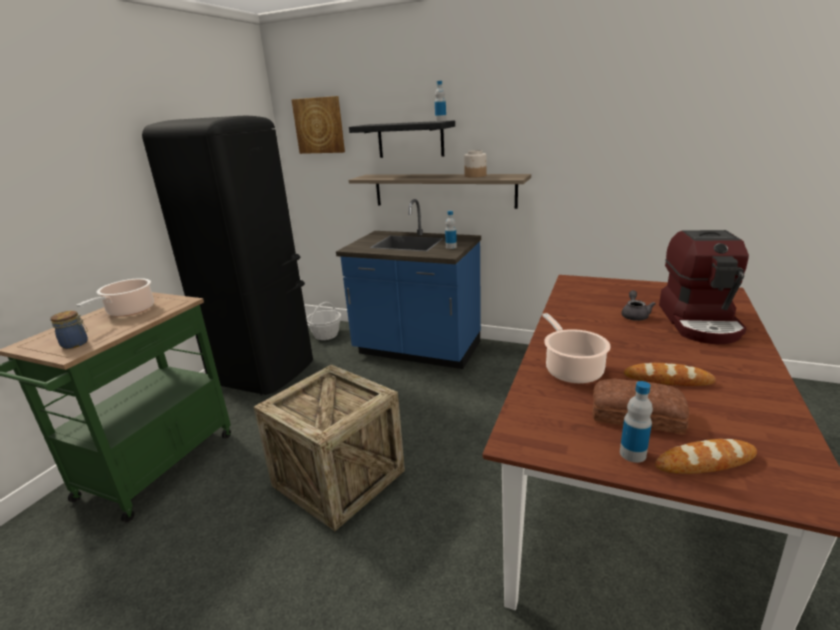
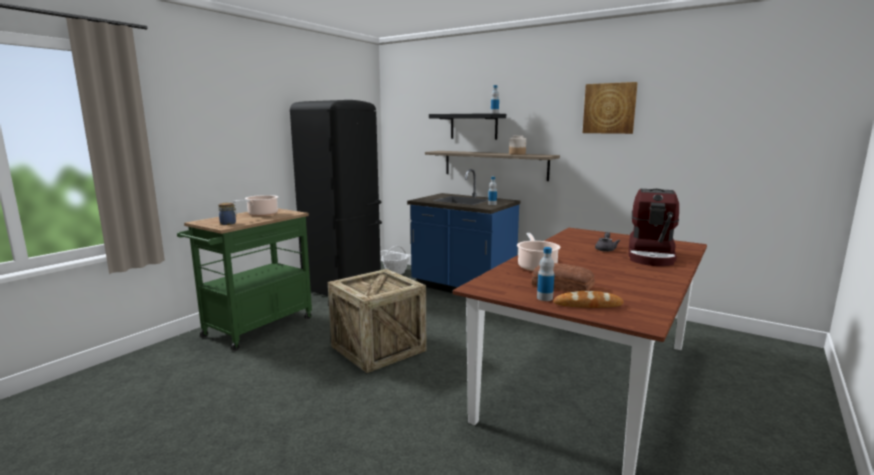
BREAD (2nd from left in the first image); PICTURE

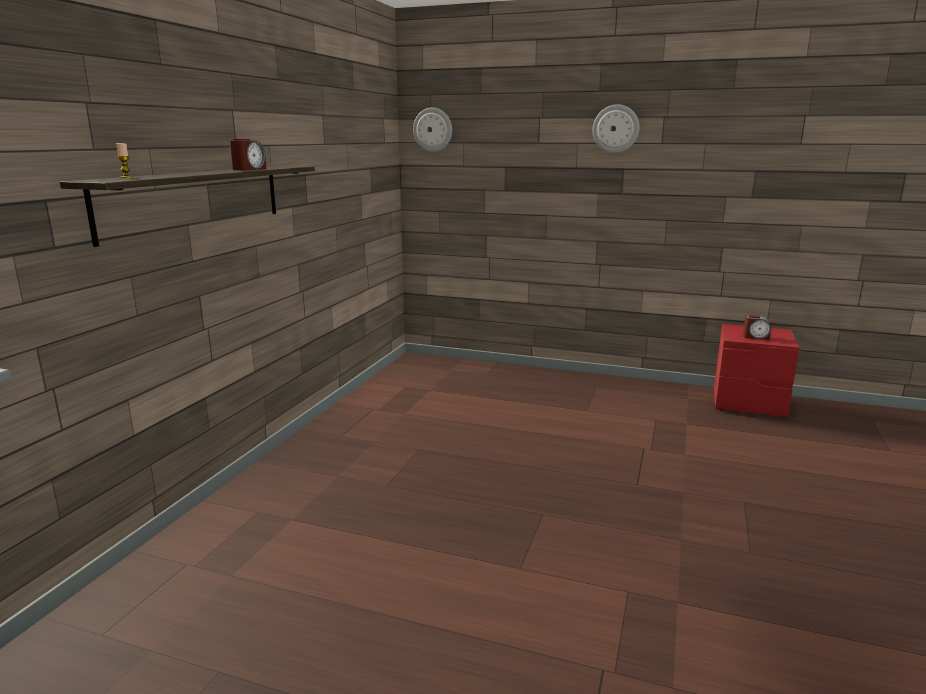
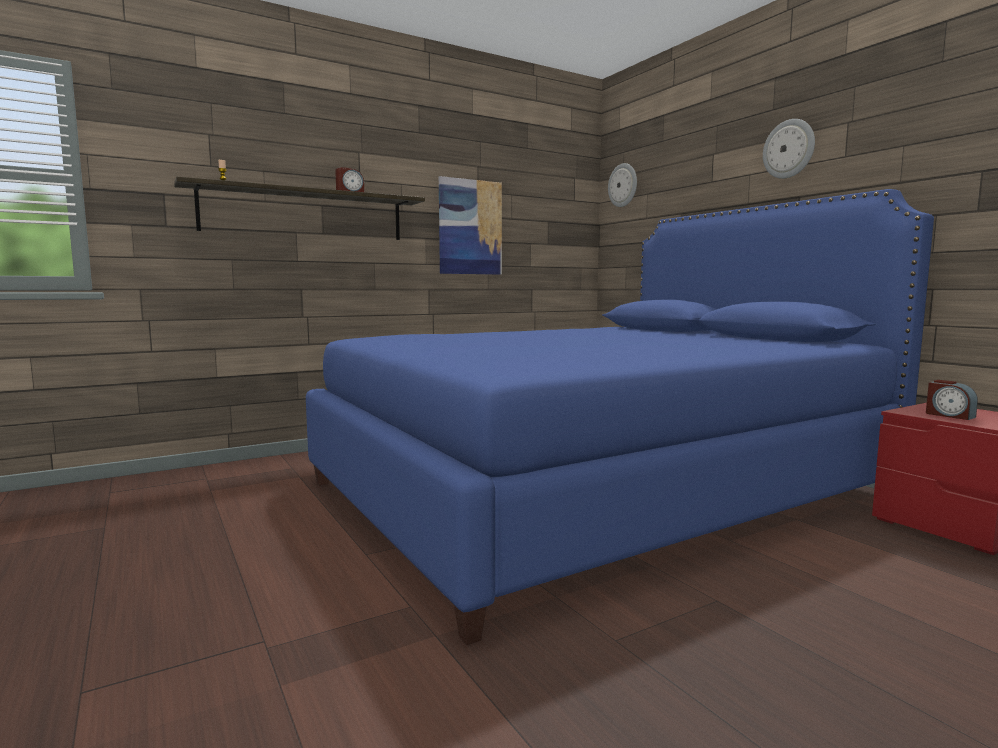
BLUE BED; PICTURE

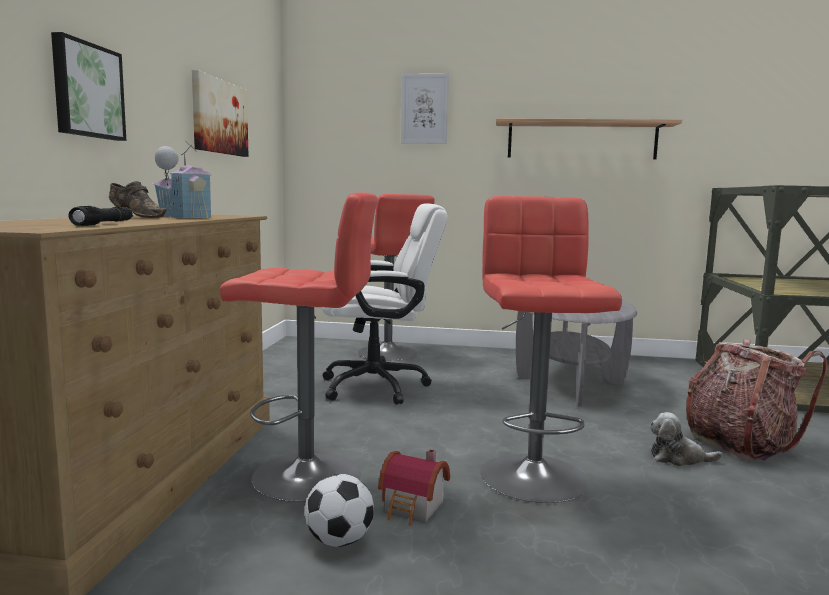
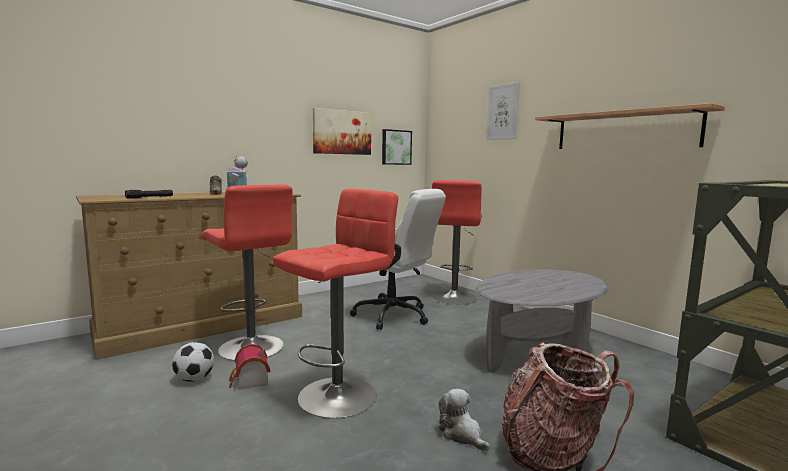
PICTURE (2nd from left)

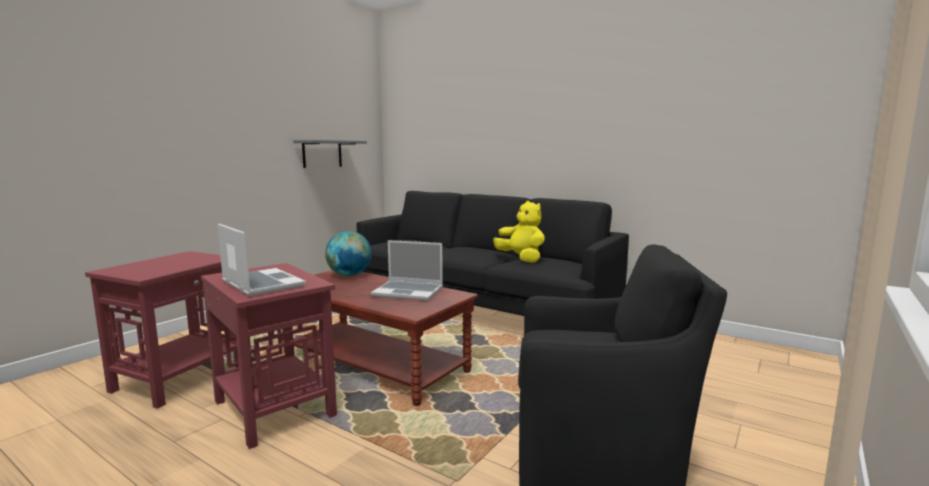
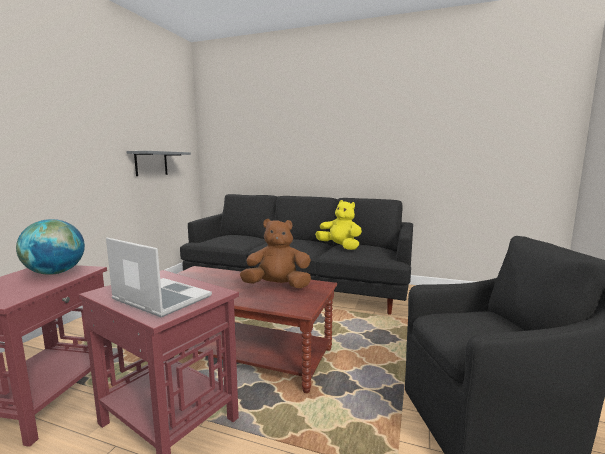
GLOBE; BROWN PLUSH TOY

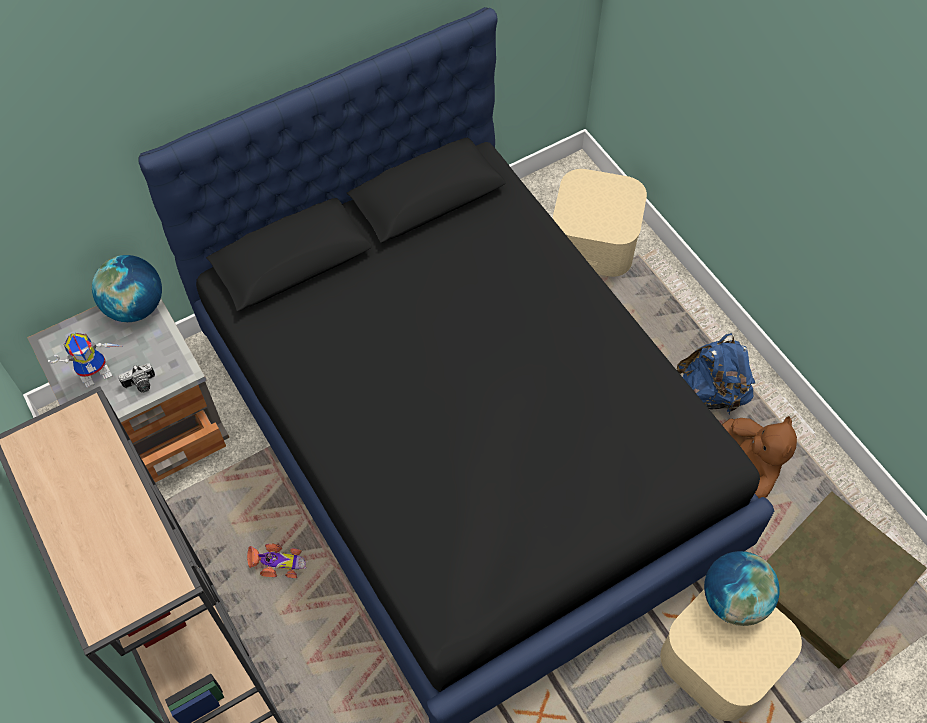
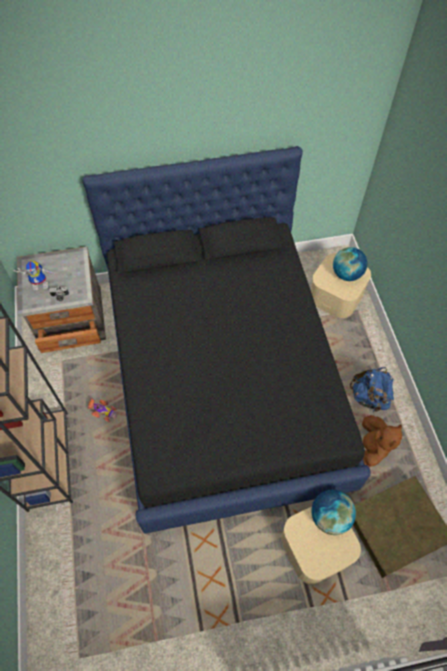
GLOBE (2nd from left)

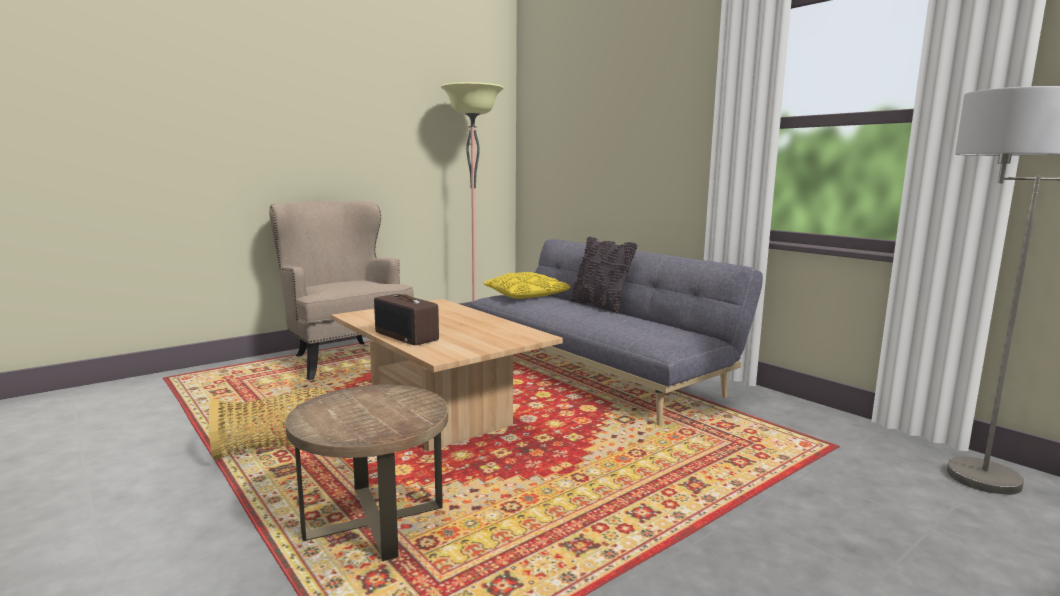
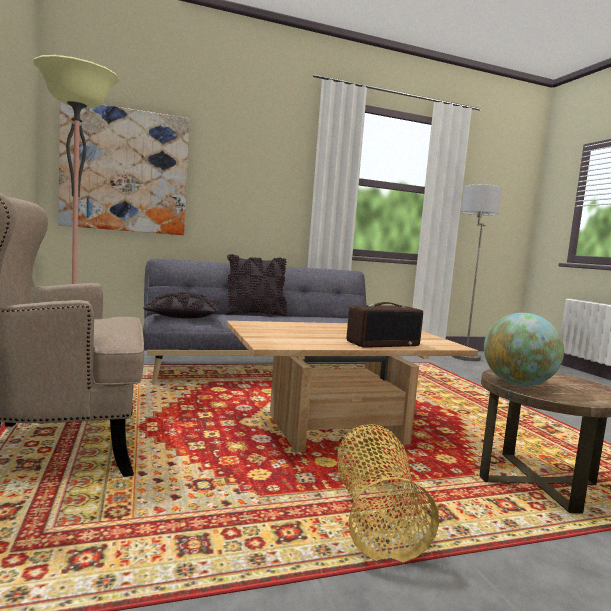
PICTURE; GLOBE; BLACK PILLOW (1st from left)

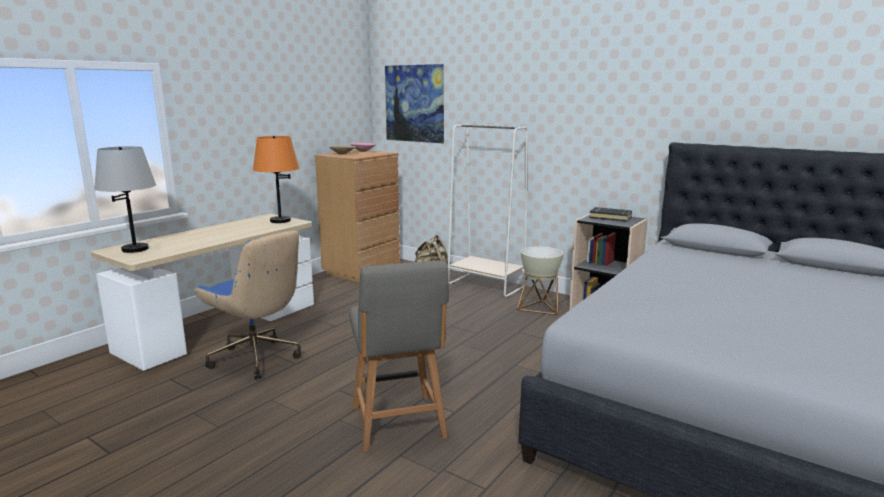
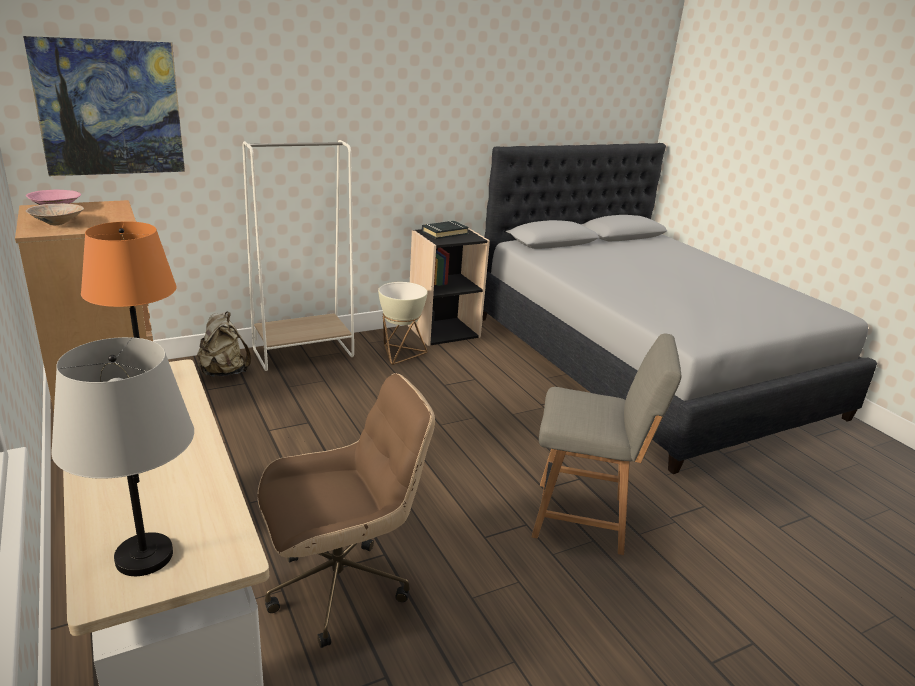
BROWN OFFICE CHAIR

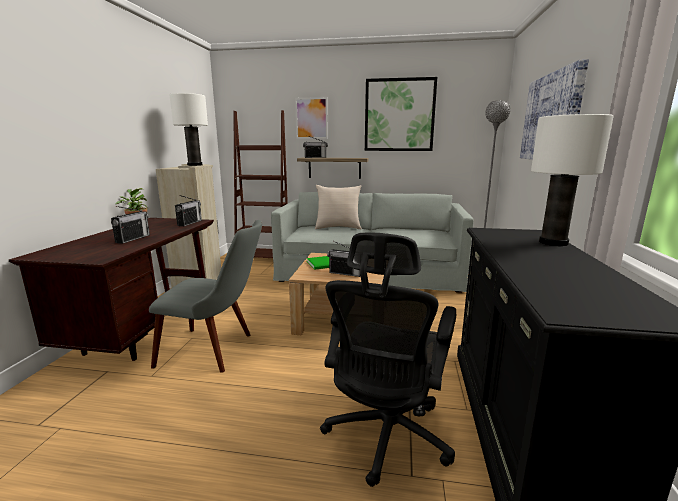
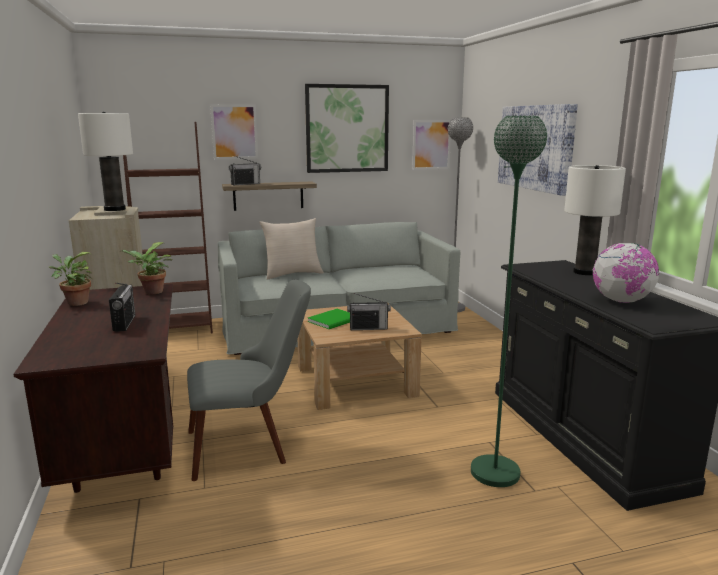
PICTURE (3rd from left); GLOBE; POTTED PLANT (2nd from left); GREEN FLOOR LAMP

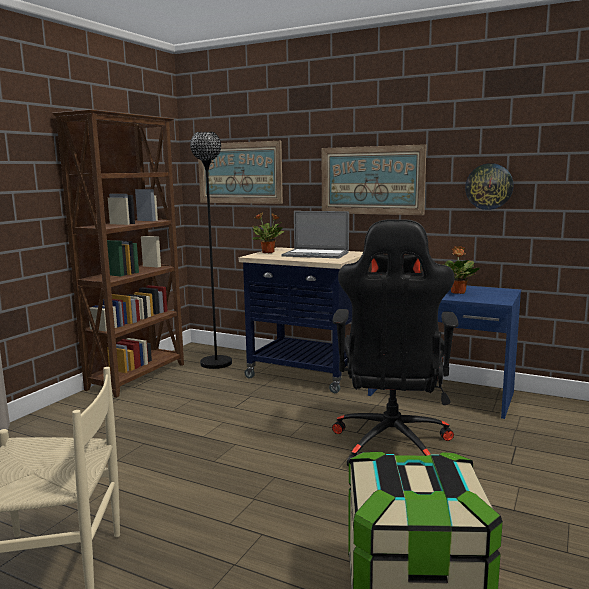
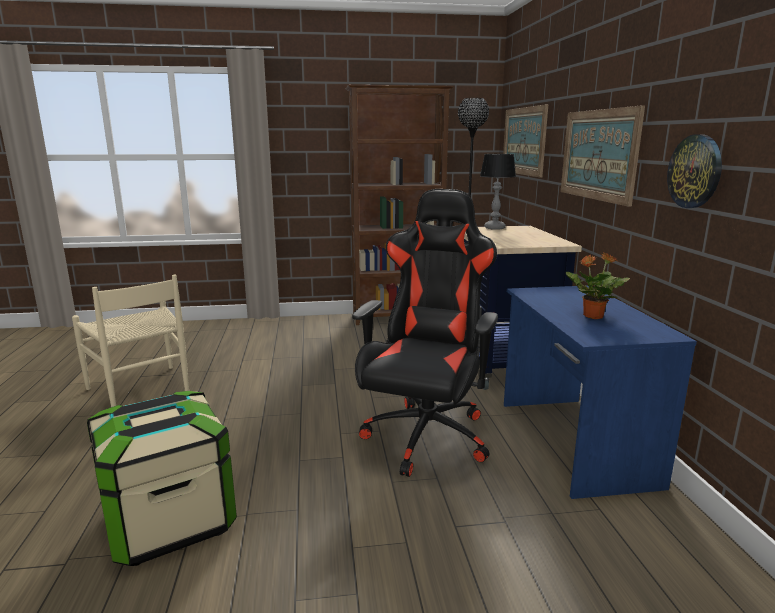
LAPTOP; TABLE LAMP; BLACK OFFICE CHAIR

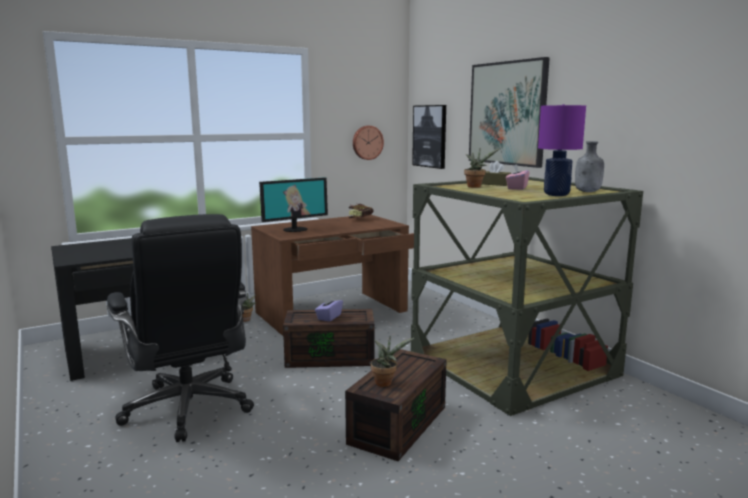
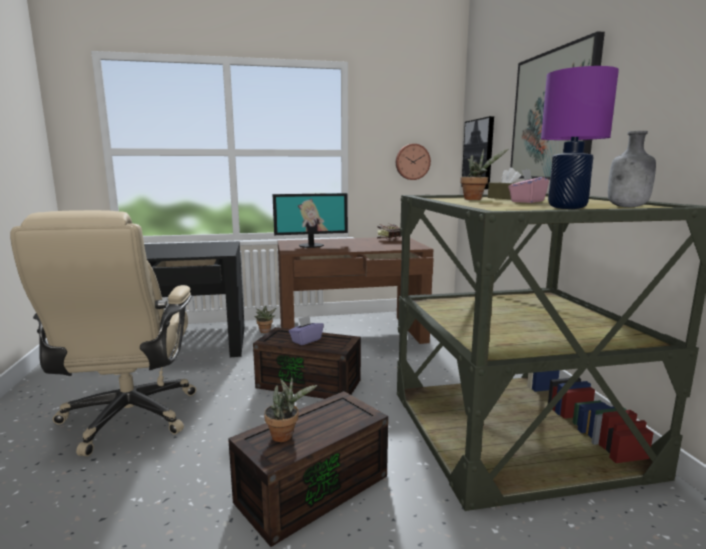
BEIGE OFFICE CHAIR

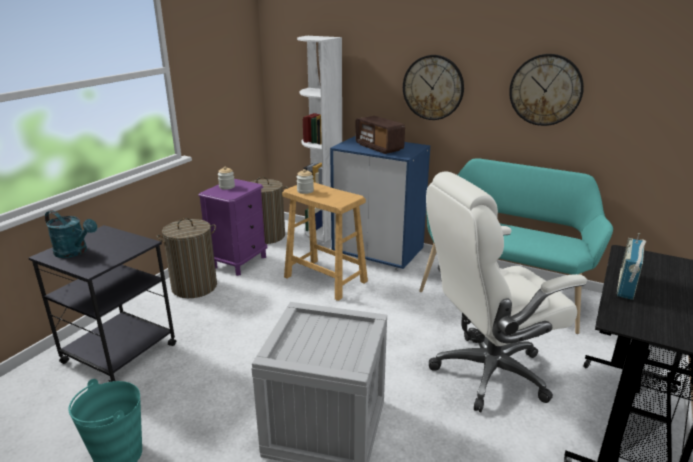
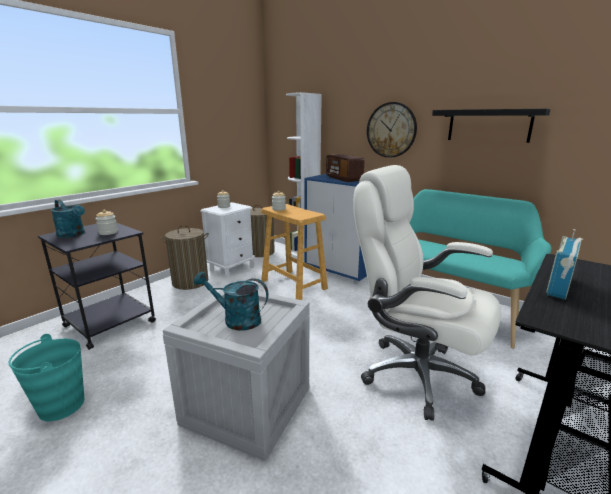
JAR (1st from left); TURQUOISE WATERING CAN (2nd from left); BLACK SHELF; WHITE NIGHTSTAND; WHITE OFFICE CHAIR

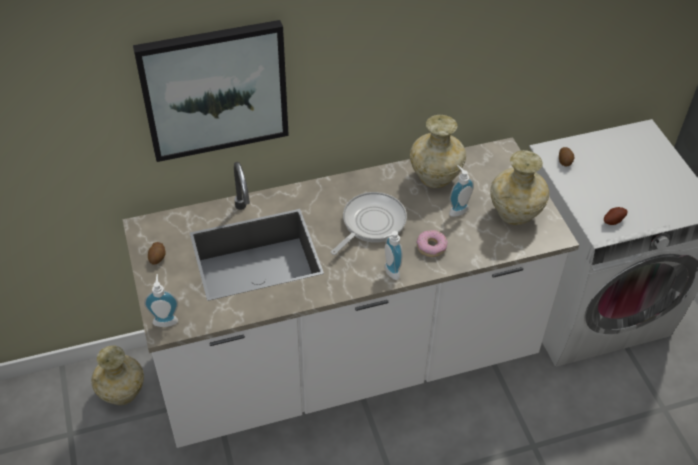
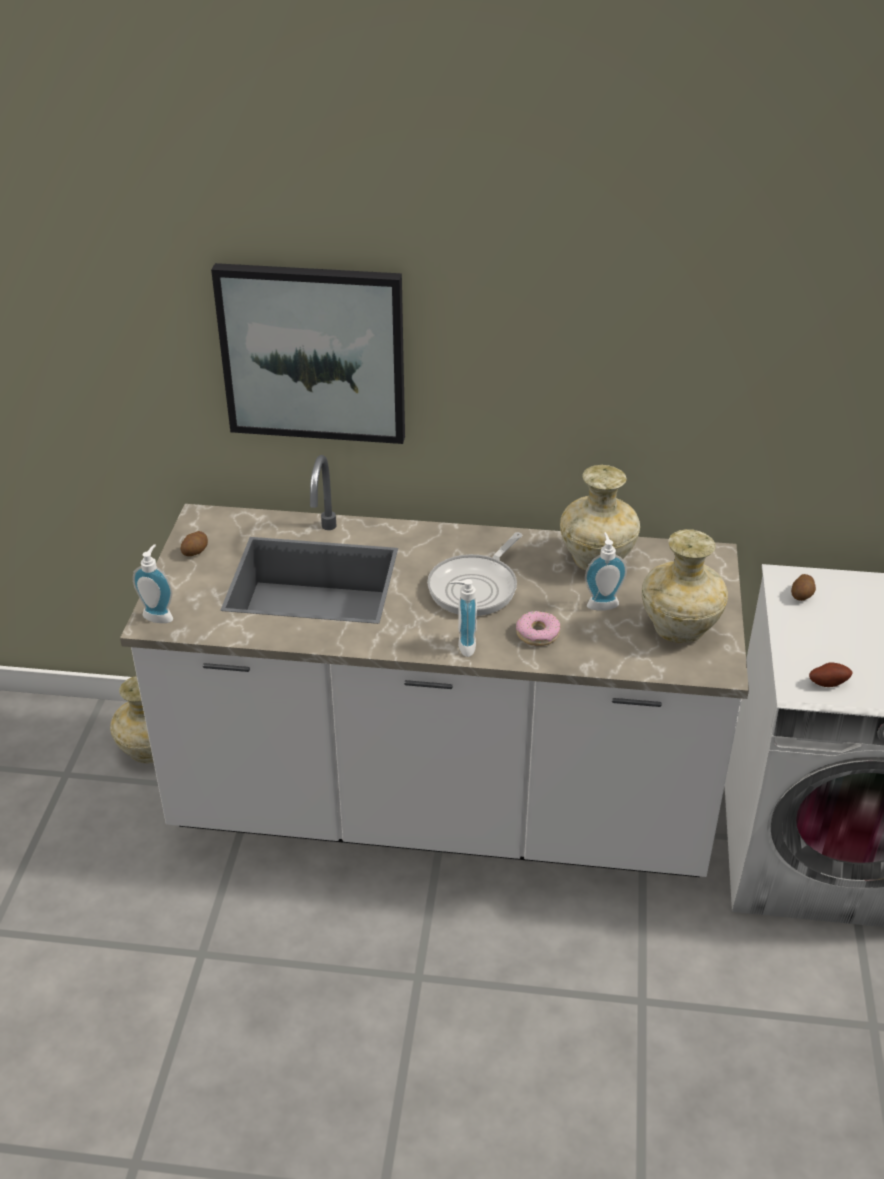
FRYING PAN

